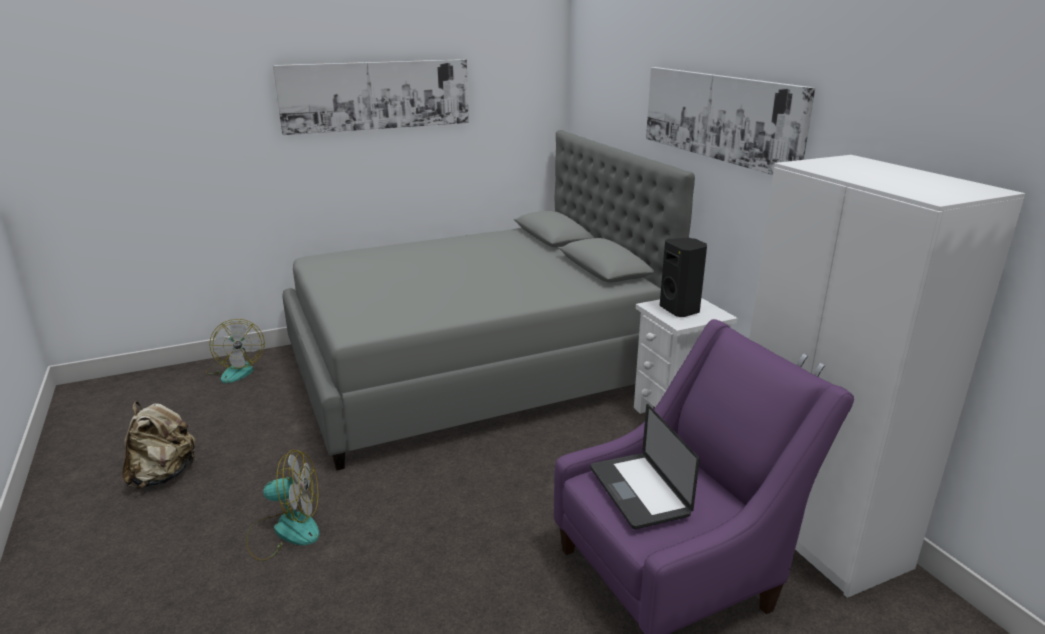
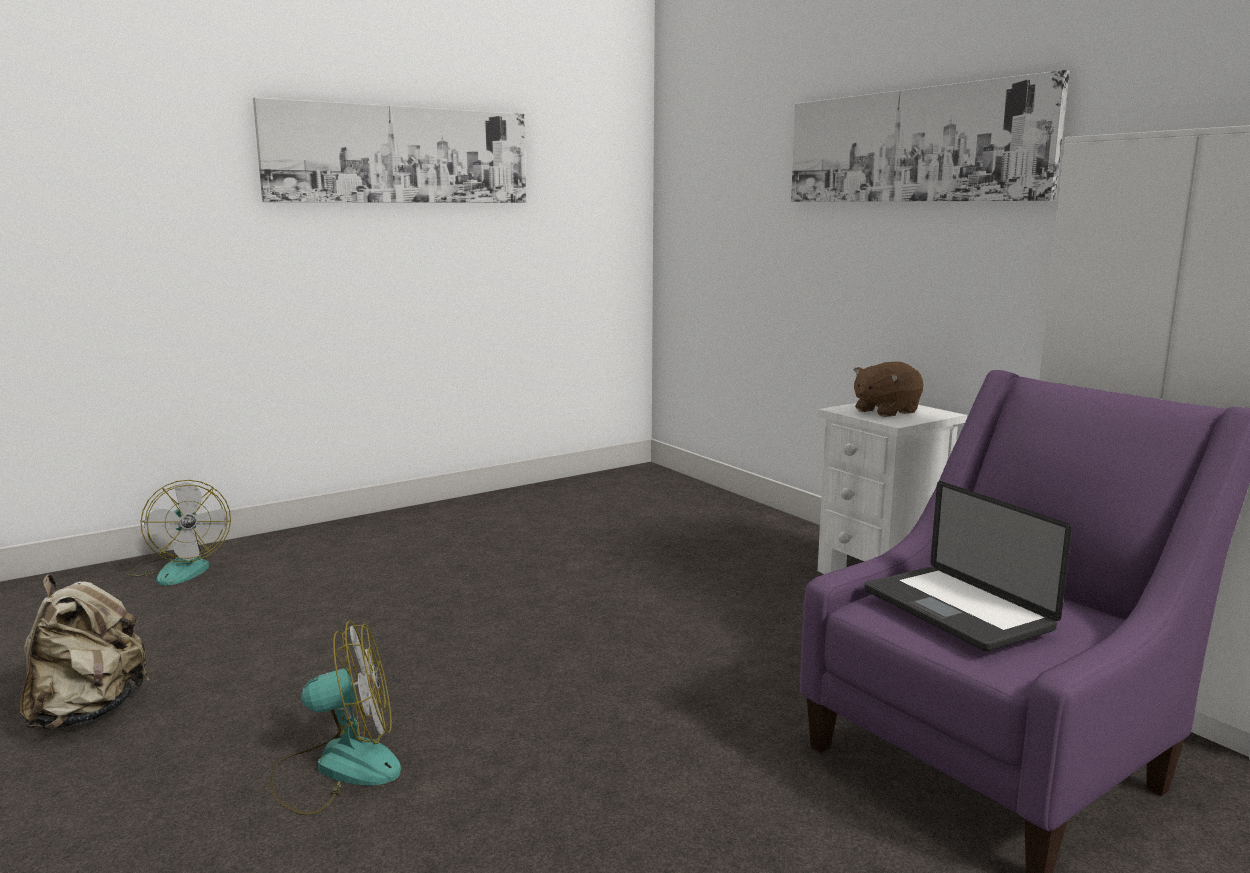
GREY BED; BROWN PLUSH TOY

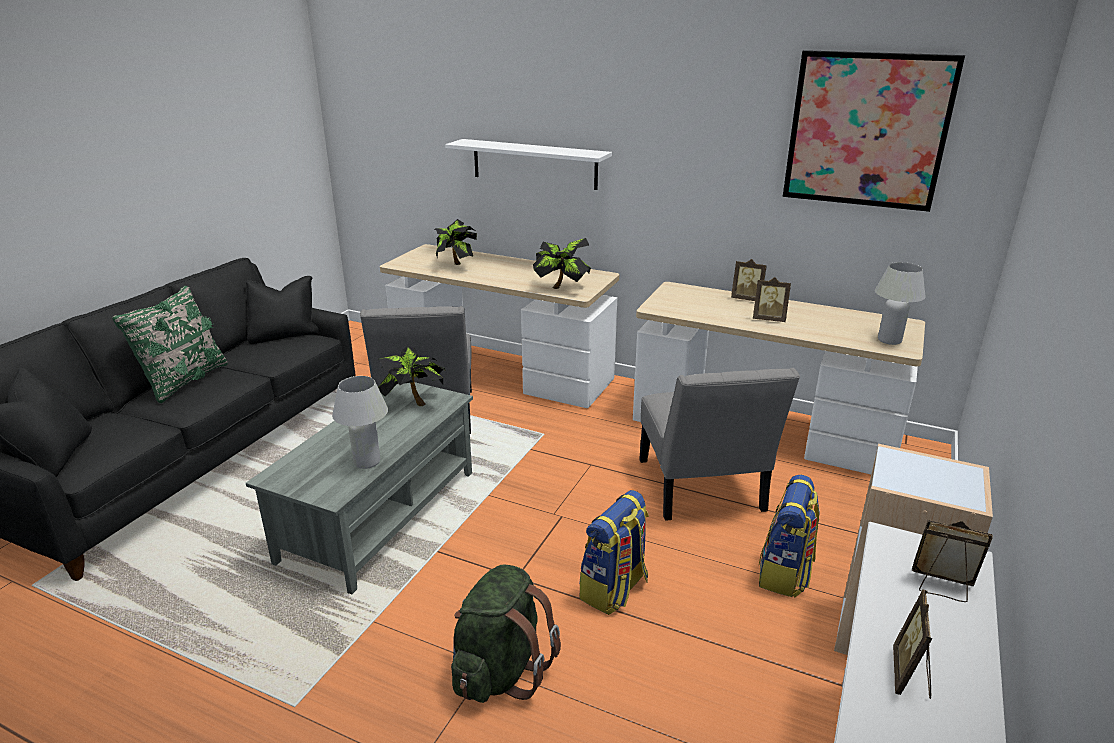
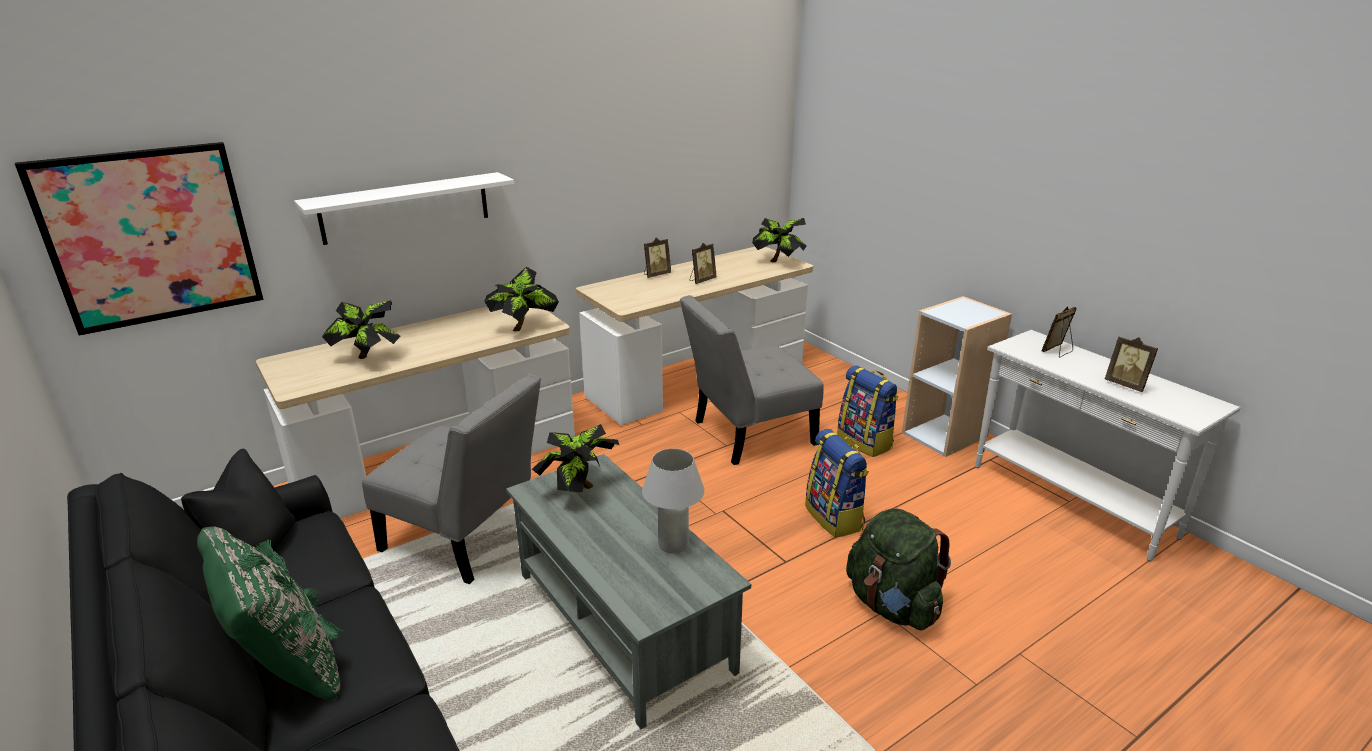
PICTURE; POTTED PLANT (4th from left); GREY CHAIR (2nd from left)

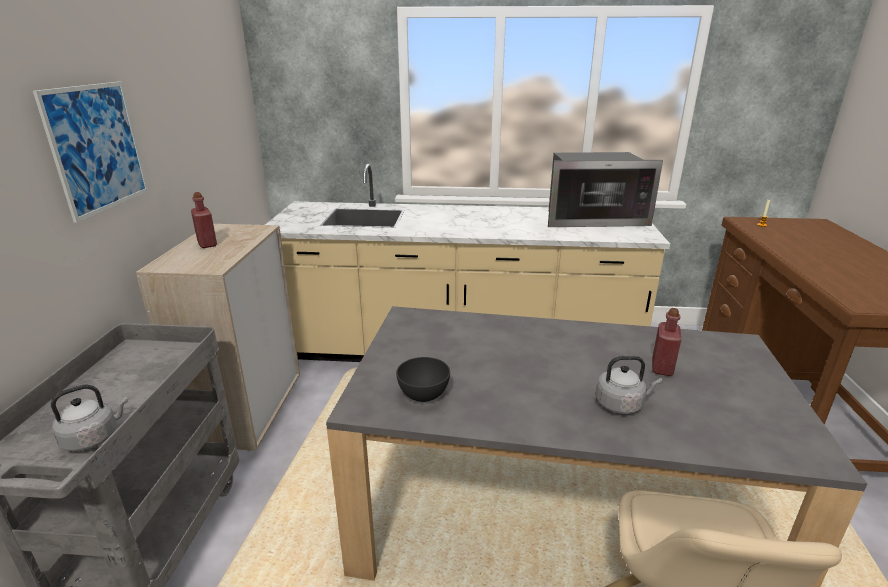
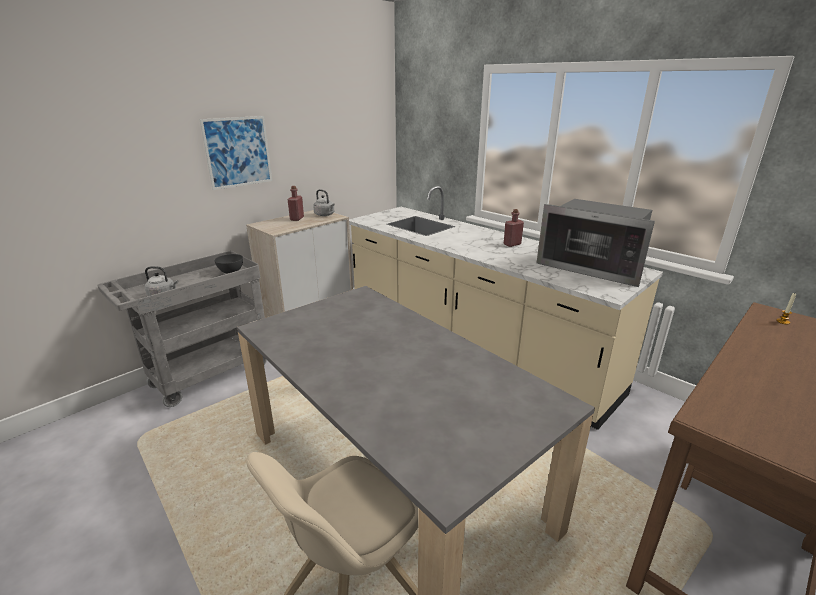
GREY BOWL; GREY KETTLE (2nd from left); RED BOTTLE (2nd from left)

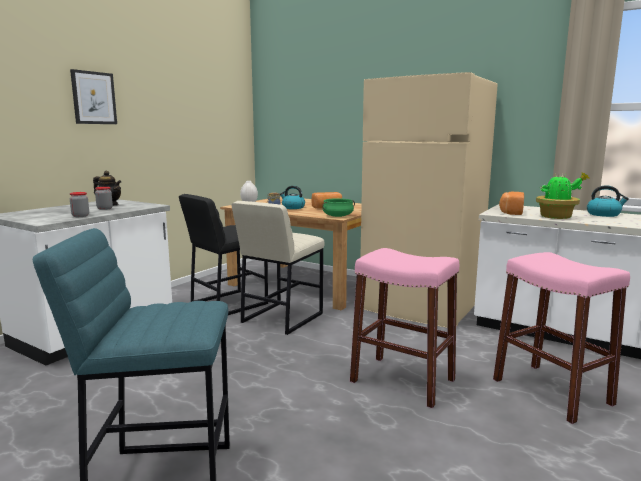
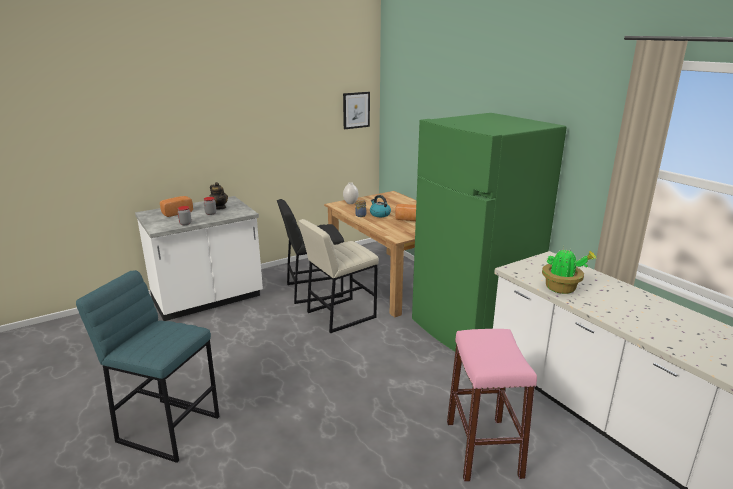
GREEN COOKING POT; PINK STOOL (1st from left in the first image); KETTLE (2nd from left in the first image); PICTURE; BREAD (1st from left); GREEN FRIDGE

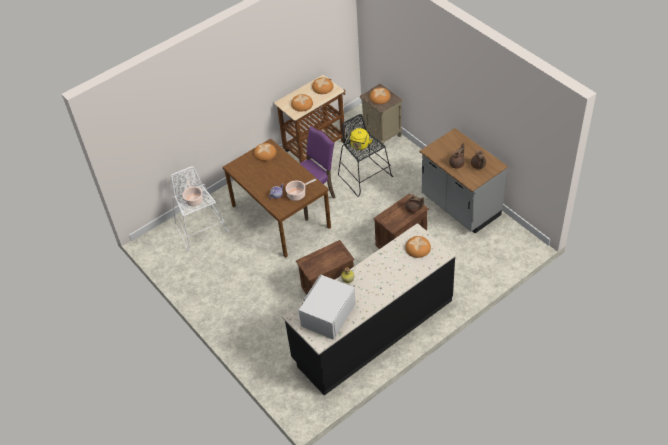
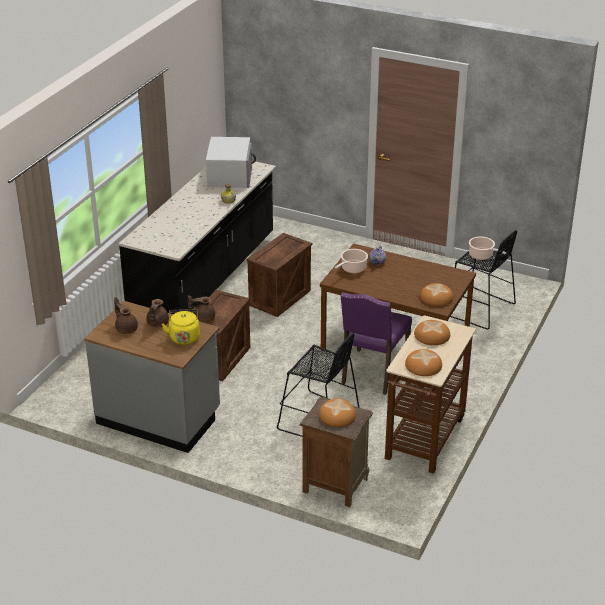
BREAD (5th from left in the first image); YELLOW KETTLE; BLACK STOOL (2nd from left)

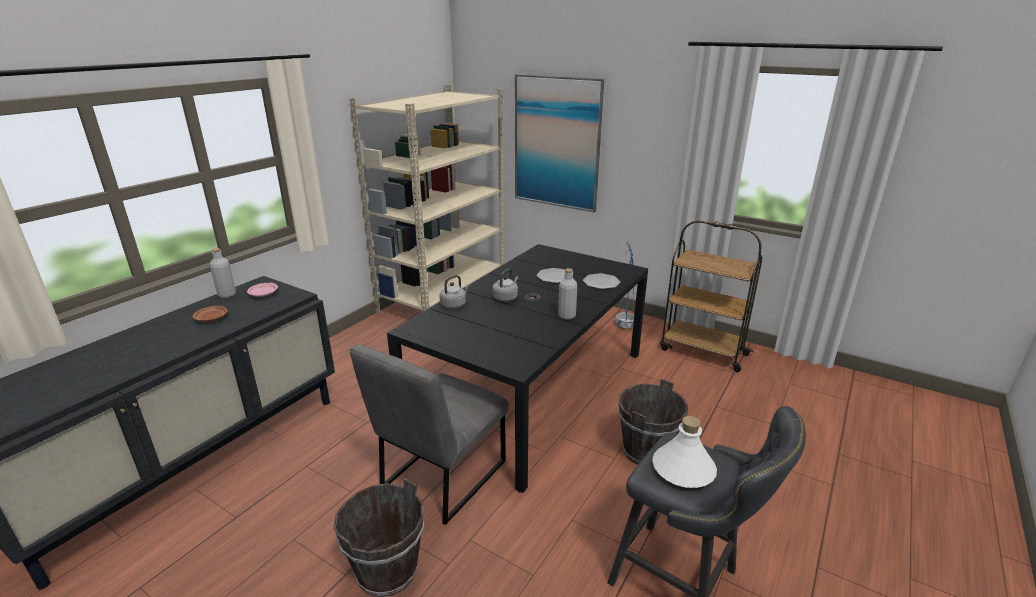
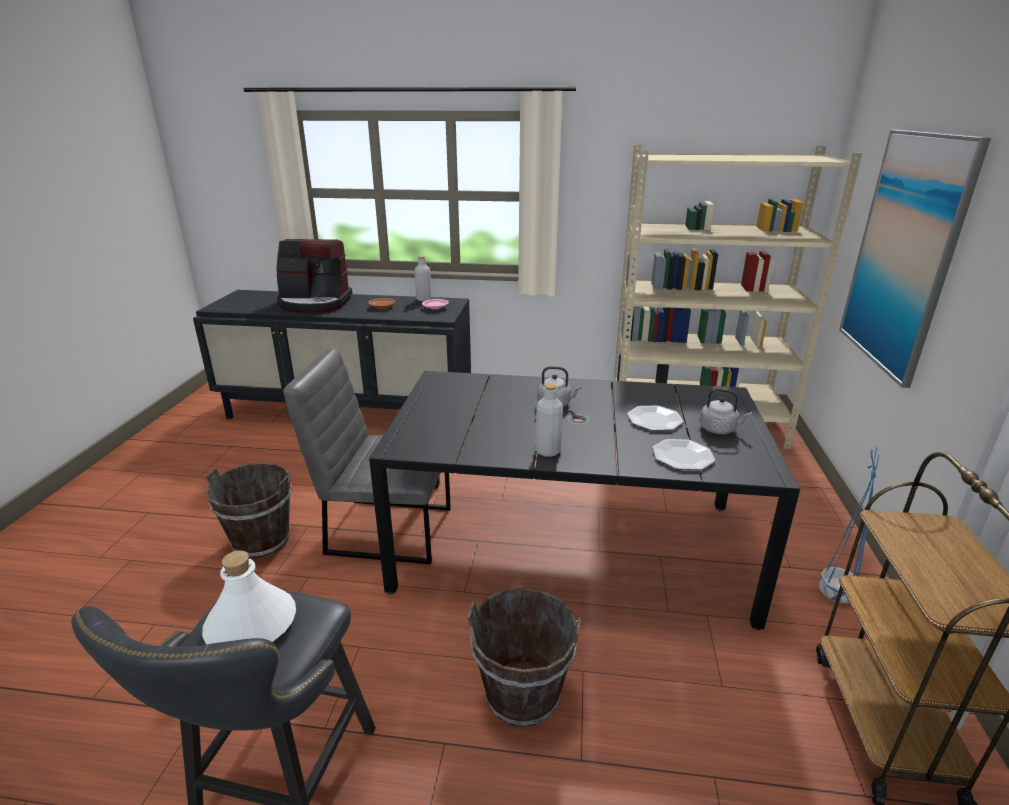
COFFEE MACHINE; GREY KETTLE (2nd from left)

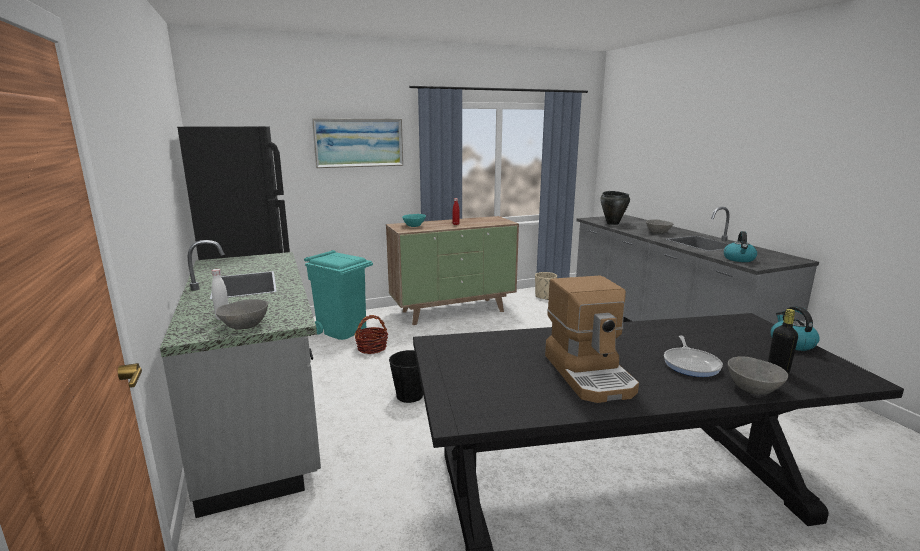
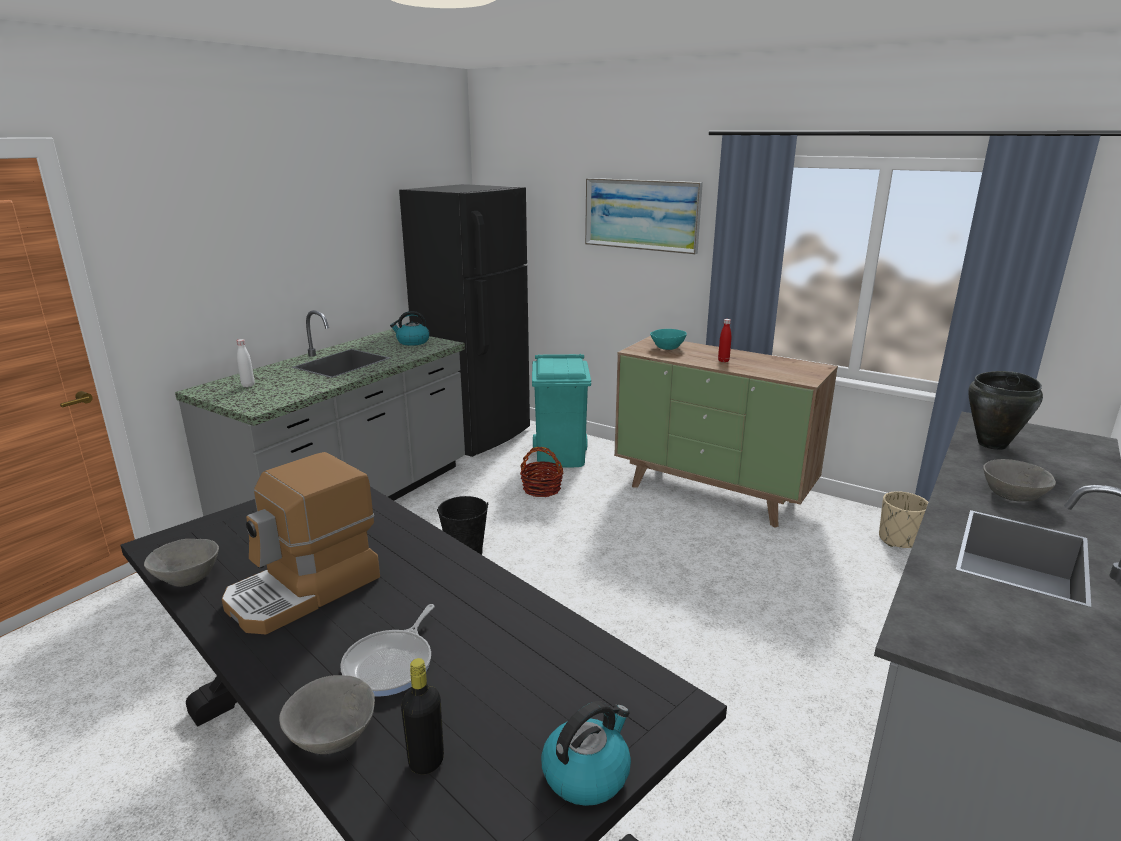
GREY BOWL (1st from left); KETTLE (1st from left); FRYING PAN

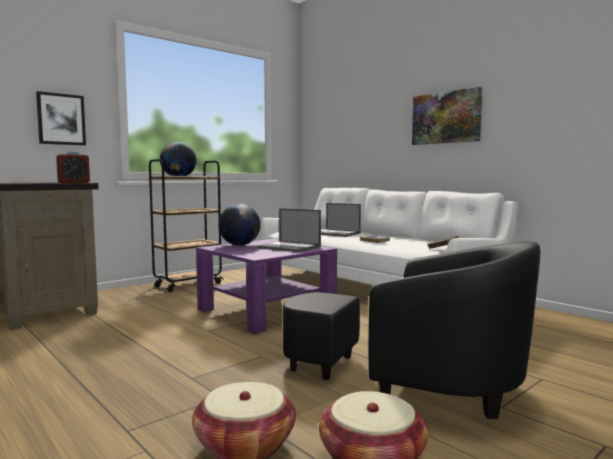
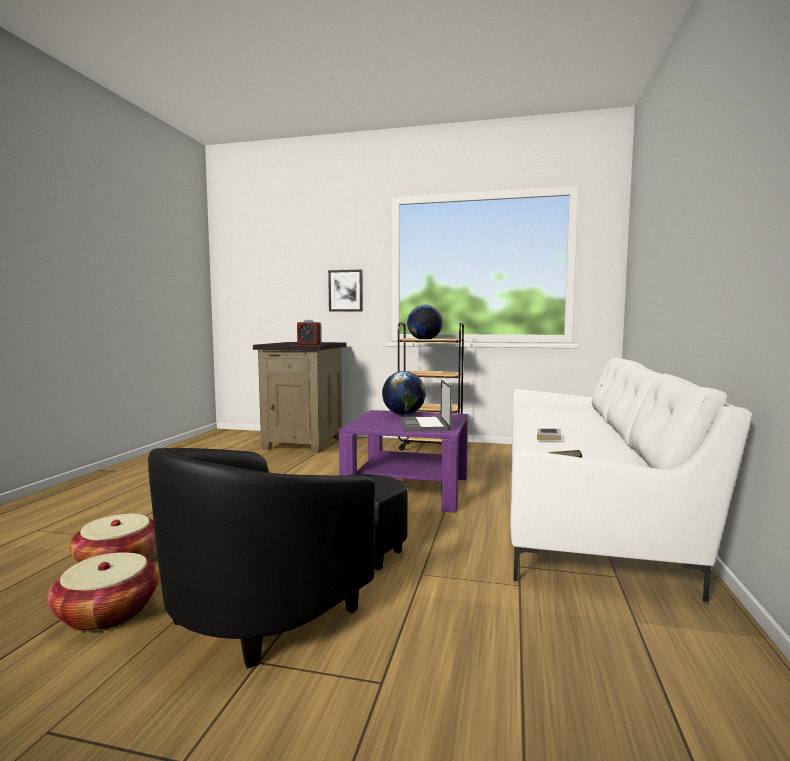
LAPTOP (2nd from left in the first image); PICTURE (2nd from left in the first image); BLACK ARMCHAIR

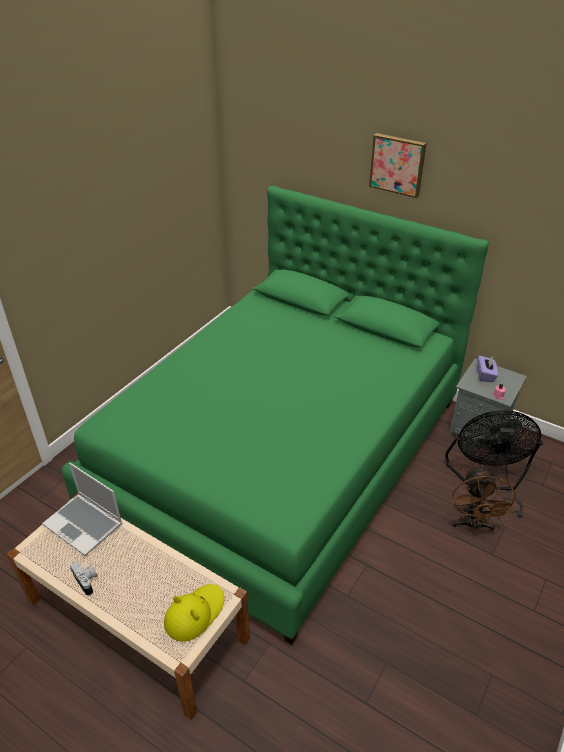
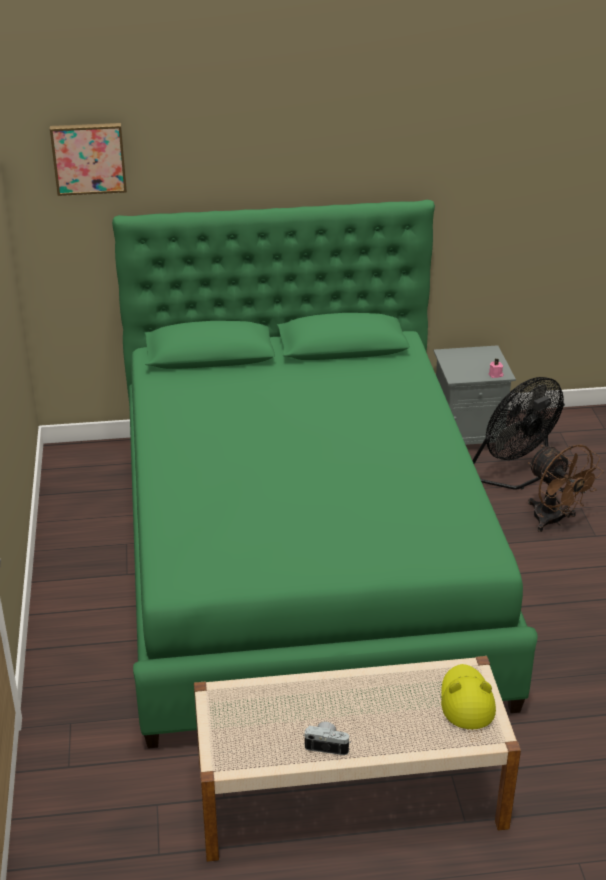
LAPTOP; PURPLE TISSUE BOX; PICTURE

